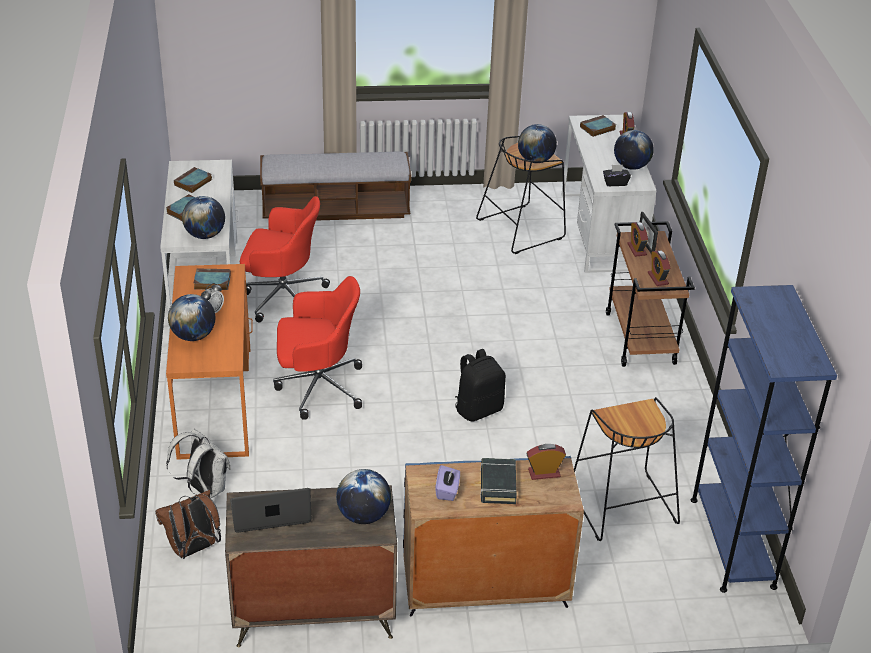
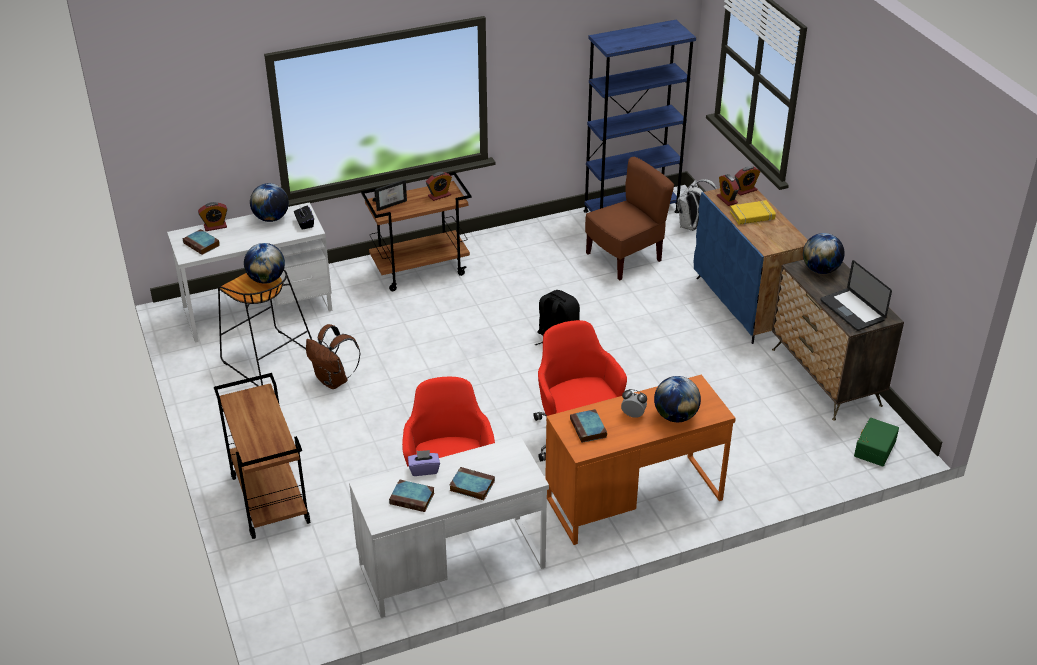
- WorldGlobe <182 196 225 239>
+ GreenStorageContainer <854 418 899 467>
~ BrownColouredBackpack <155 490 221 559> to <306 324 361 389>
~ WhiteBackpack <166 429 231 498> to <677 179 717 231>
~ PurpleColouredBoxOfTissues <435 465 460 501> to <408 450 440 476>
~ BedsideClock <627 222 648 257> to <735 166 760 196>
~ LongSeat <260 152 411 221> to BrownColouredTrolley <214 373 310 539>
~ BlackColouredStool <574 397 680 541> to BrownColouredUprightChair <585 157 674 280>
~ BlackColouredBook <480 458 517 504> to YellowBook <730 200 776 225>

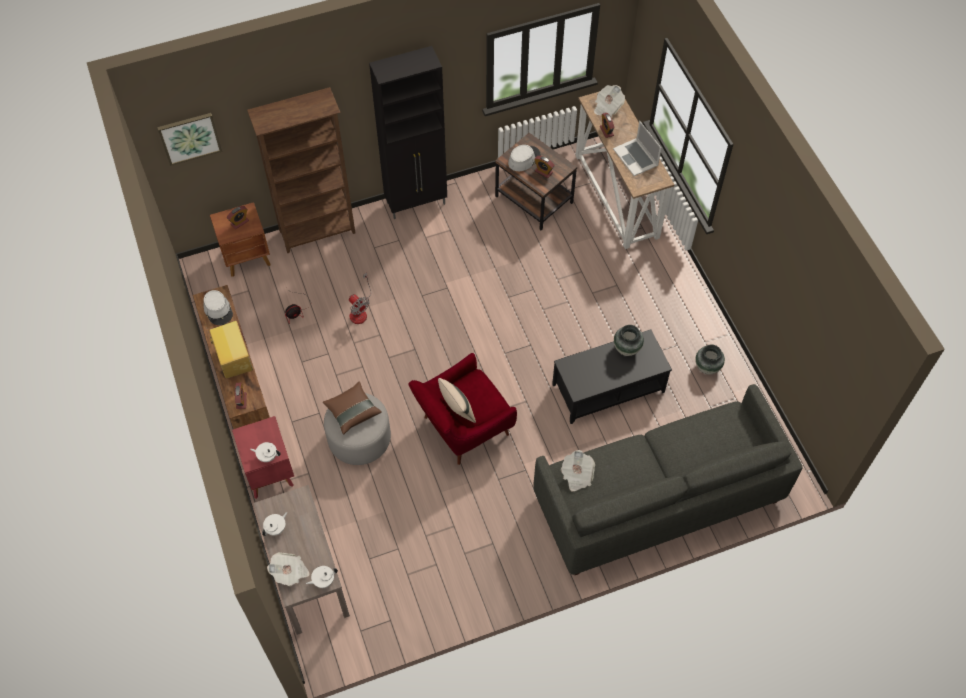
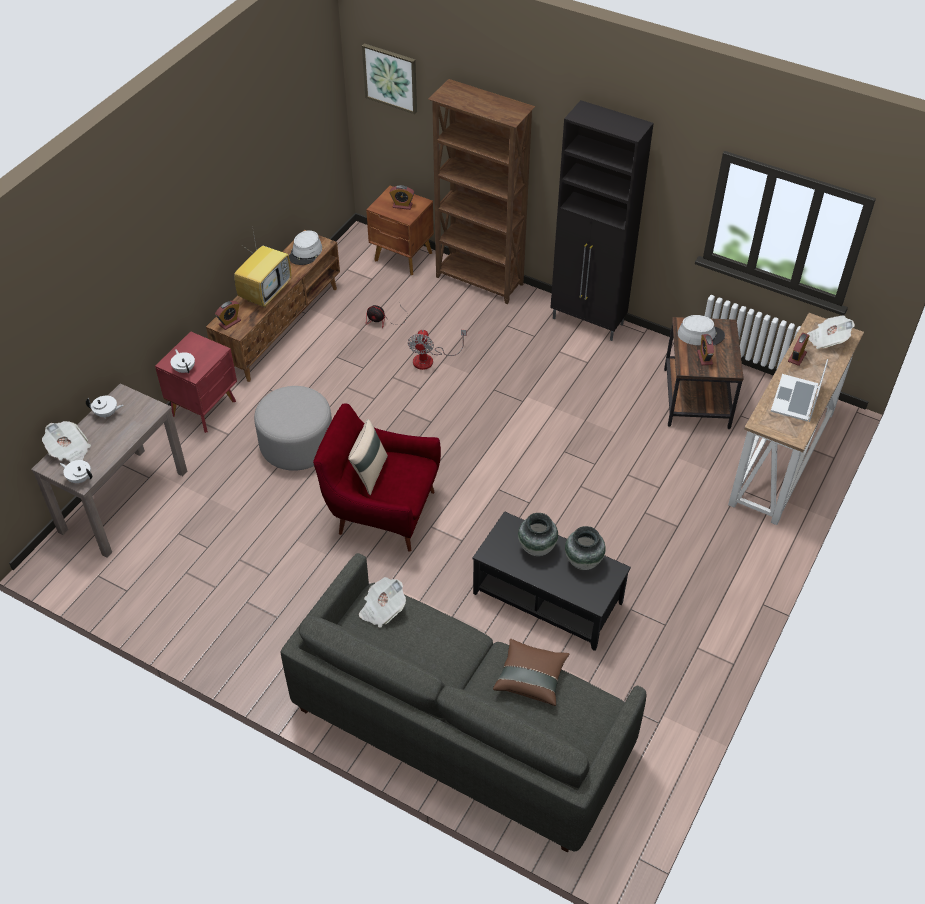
~ BrownColouredCushion <323 381 382 434> to <493 639 569 706>
~ Vase <695 344 725 375> to <518 513 558 556>

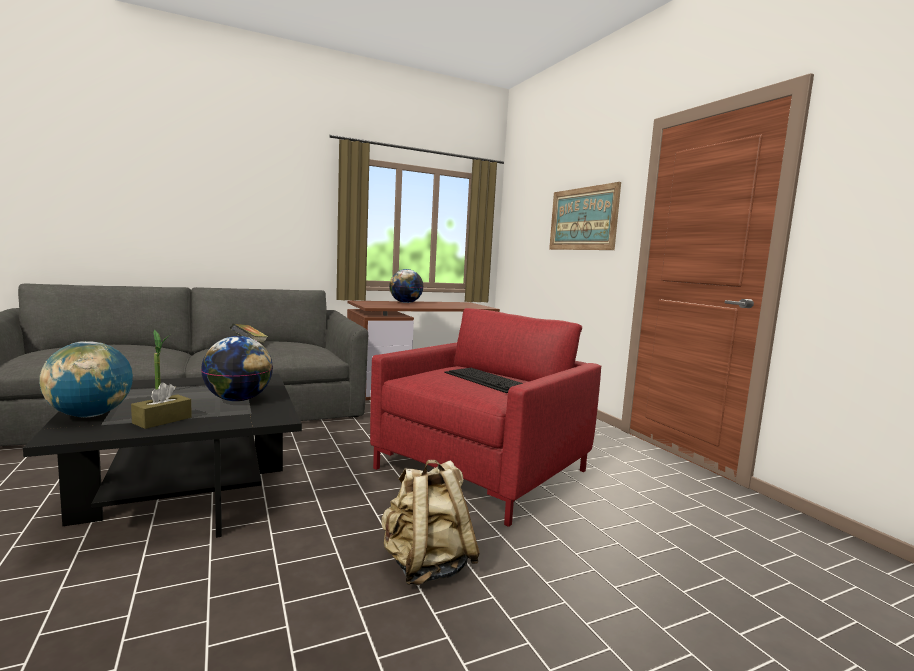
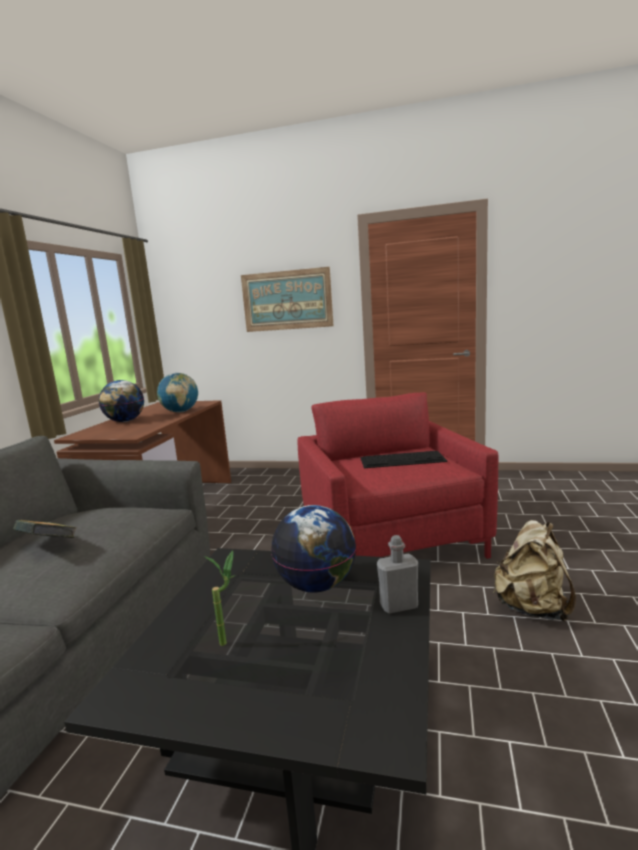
- BrownColouredBoxOfTissues <131 382 192 429>
+ GreyishBeverageBottle <377 535 418 614>
~ WorldGlobe <39 341 133 417> to <157 373 198 413>

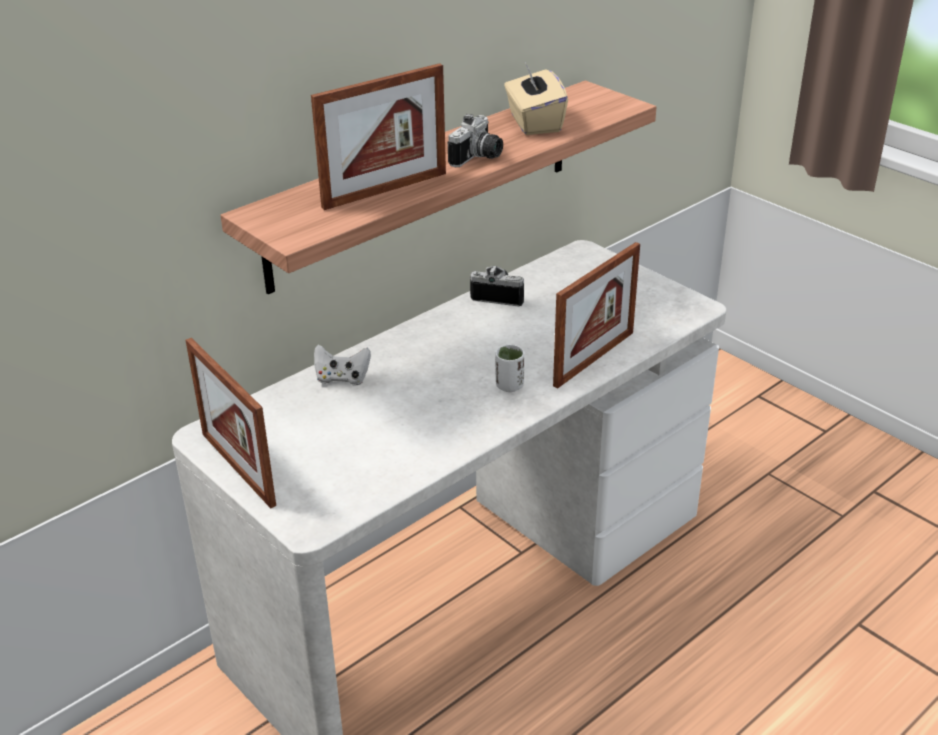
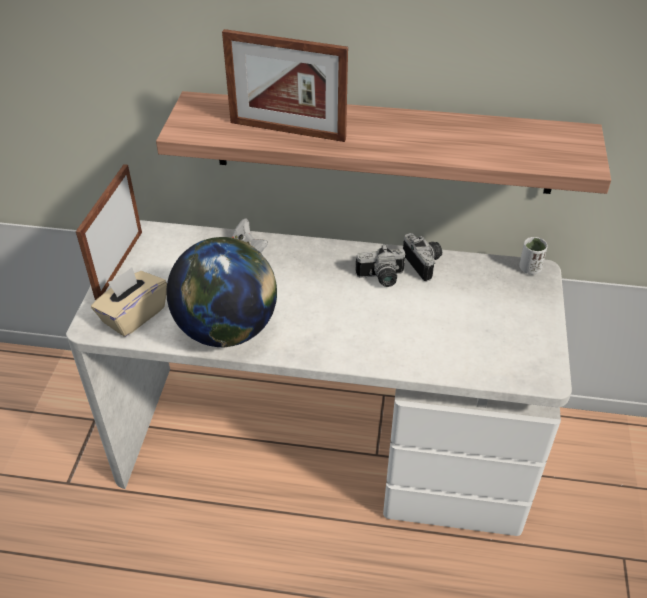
- StandingFrame <553 242 640 388>
+ WorldGlobe <166 237 277 347>
~ StillCamera <448 114 503 167> to <355 244 405 287>
~ WhiteDrinkingCup <495 345 524 392> to <519 237 548 274>
~ BeigeColouredBoxOfTissues <504 62 568 135> to <91 267 167 337>

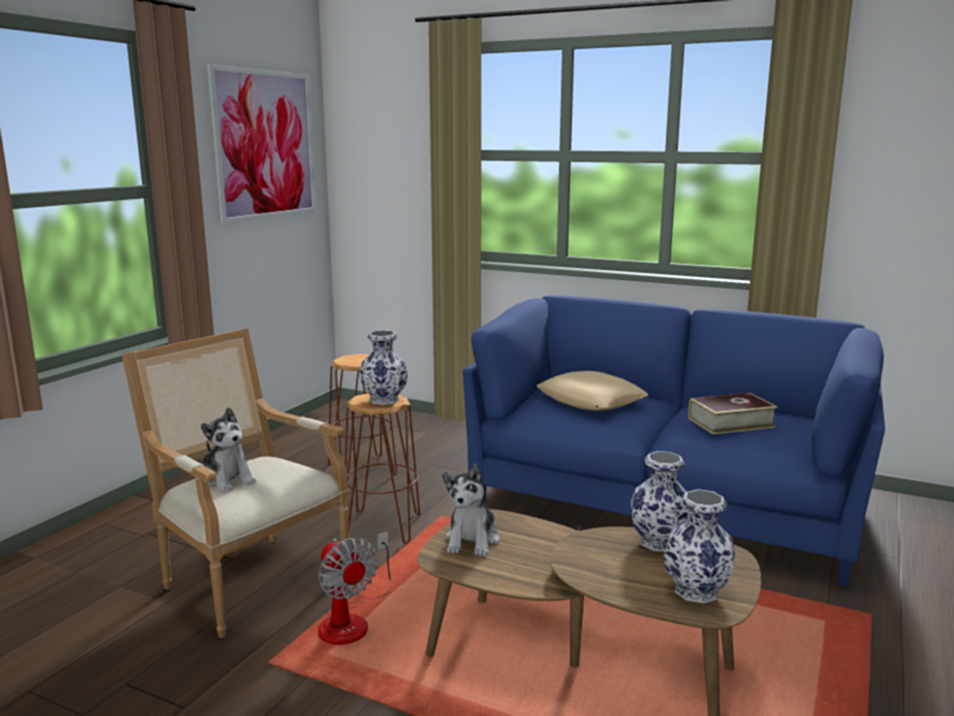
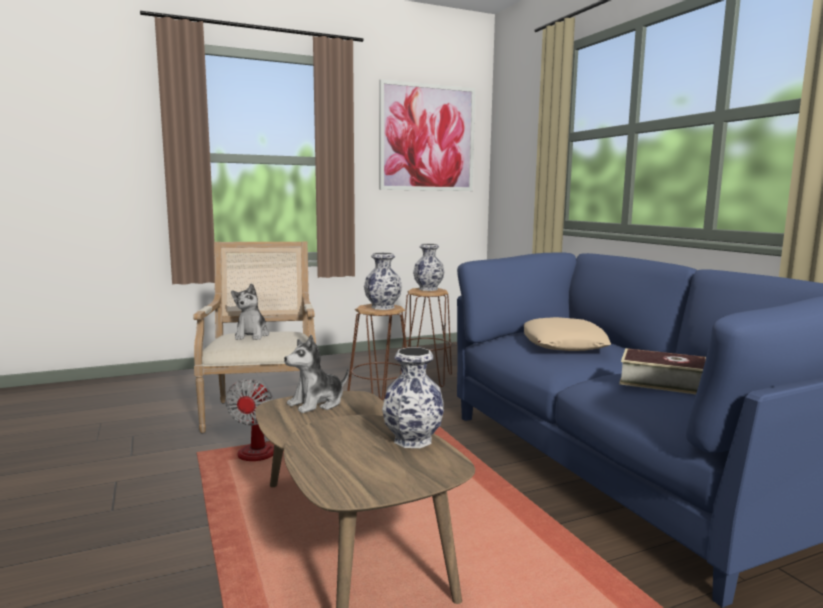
~ Vase <664 489 735 604> to <413 244 445 291>

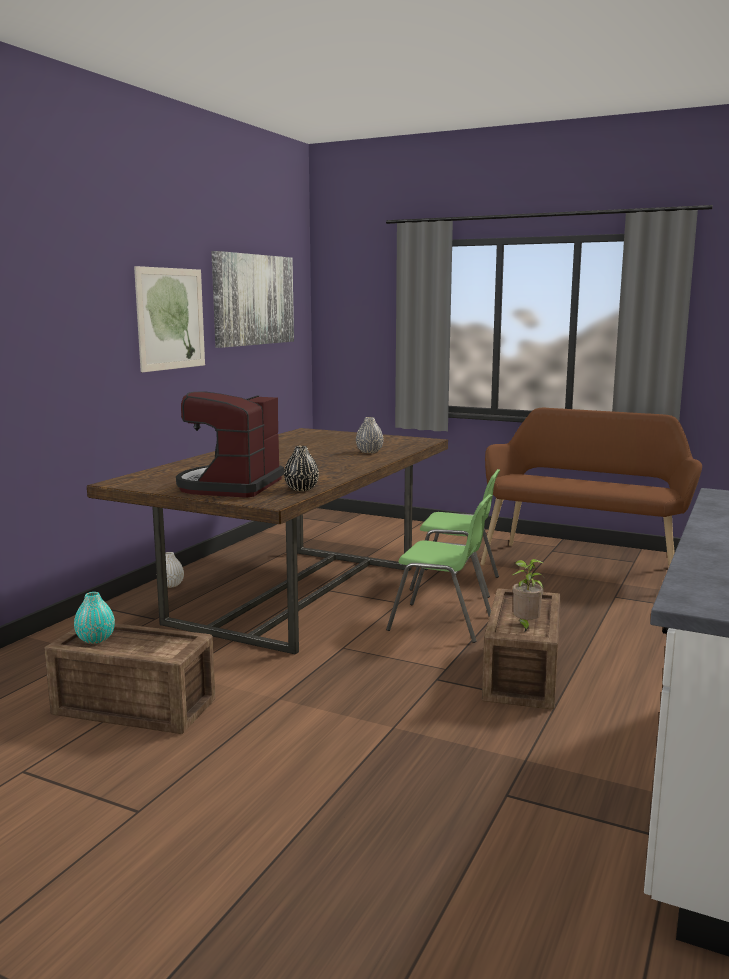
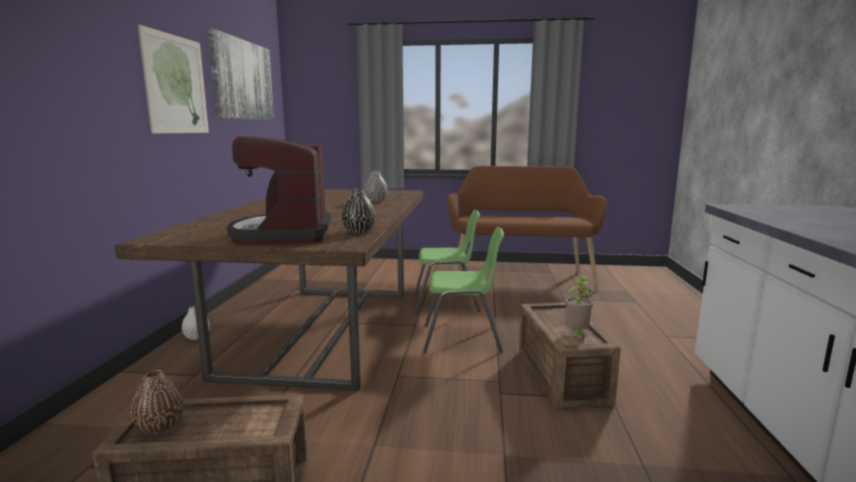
~ TurquoiseVase <74 592 115 644> to BrownColouredVase <130 369 185 434>

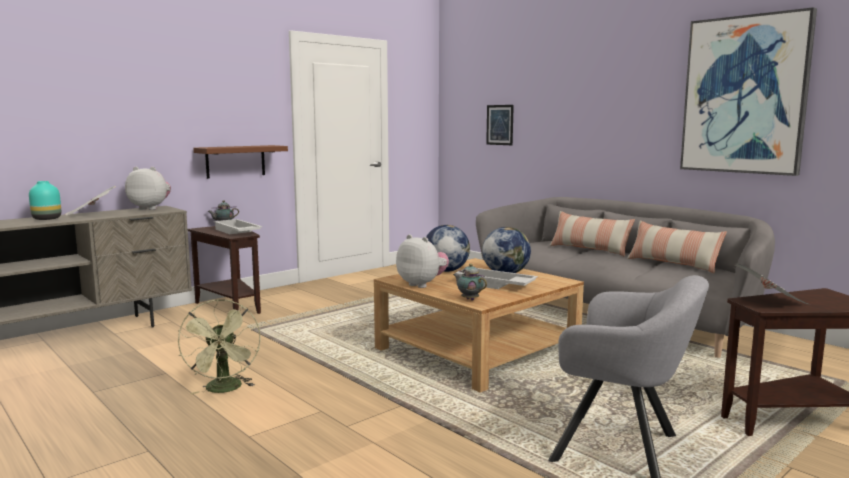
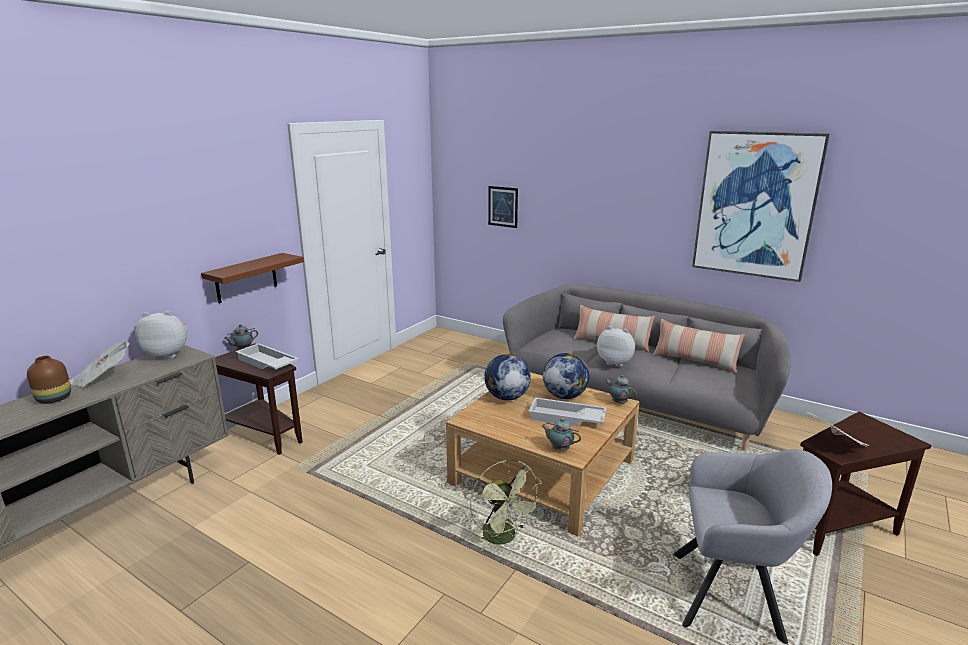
+ TeaPot <605 375 636 404>
~ GreenElectricFan <178 299 261 395> to <470 460 543 551>
~ CuddlyToy <396 234 449 288> to <597 326 635 367>
~ TurquoiseVase <29 181 61 220> to BrownColouredVase <27 356 71 404>

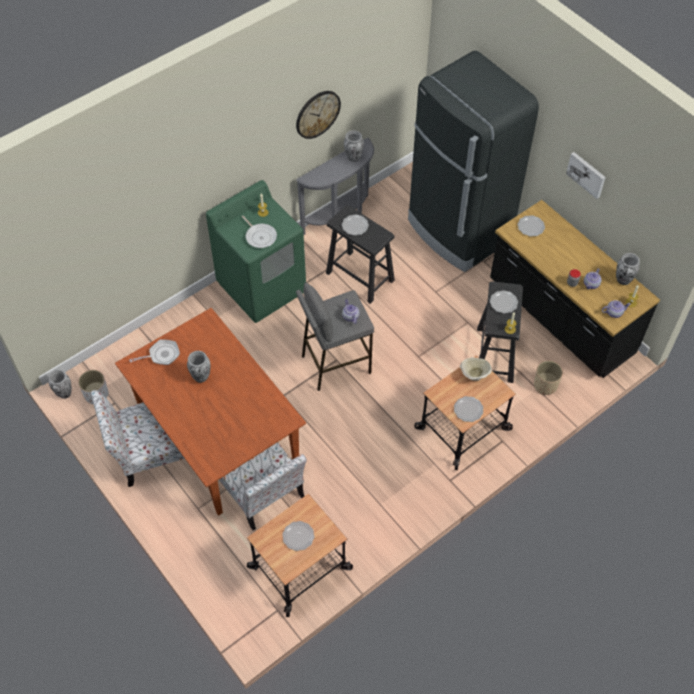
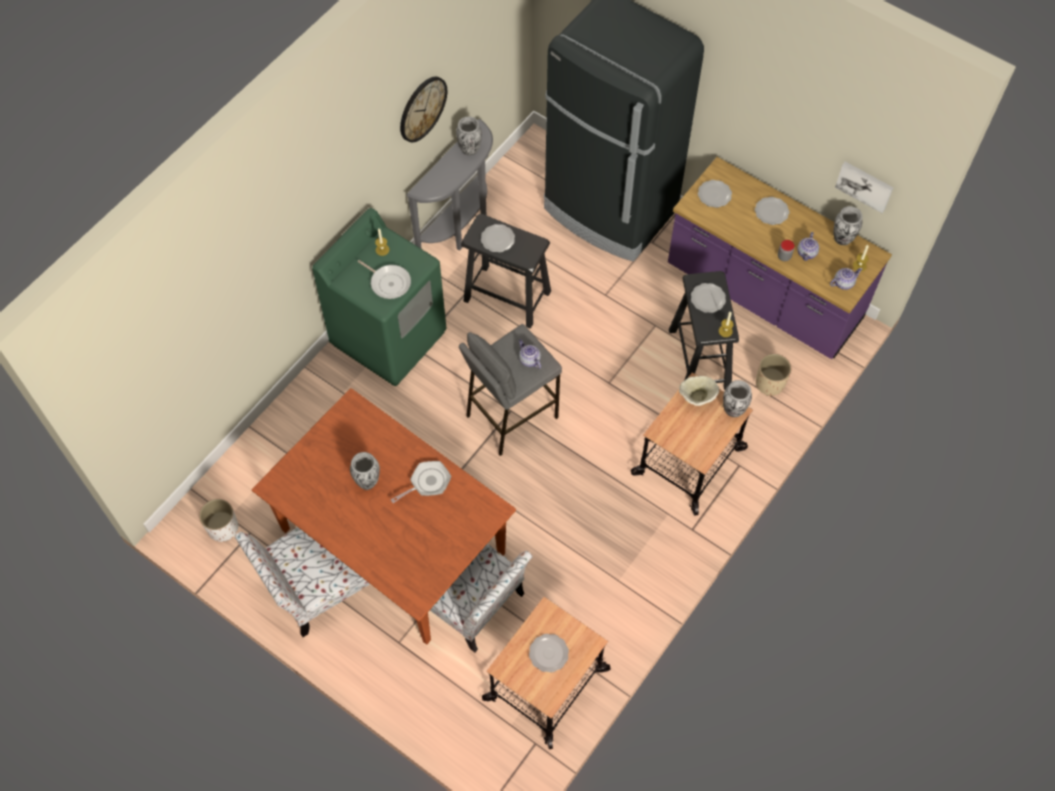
~ Vase <48 370 72 399> to <723 380 752 417>
~ Pan <129 339 180 365> to <391 461 451 503>
~ FlatDish <454 396 483 422> to <755 197 789 225>
~ Picture <566 152 606 199> to <835 162 894 213>
~ BlackColouredKitchenCounter <490 200 660 378> to PurpleColouredKitchenCounter <668 157 892 359>

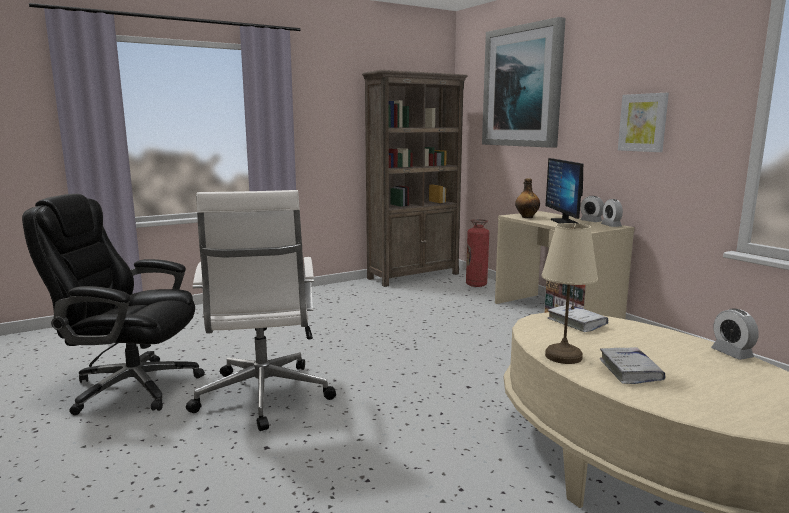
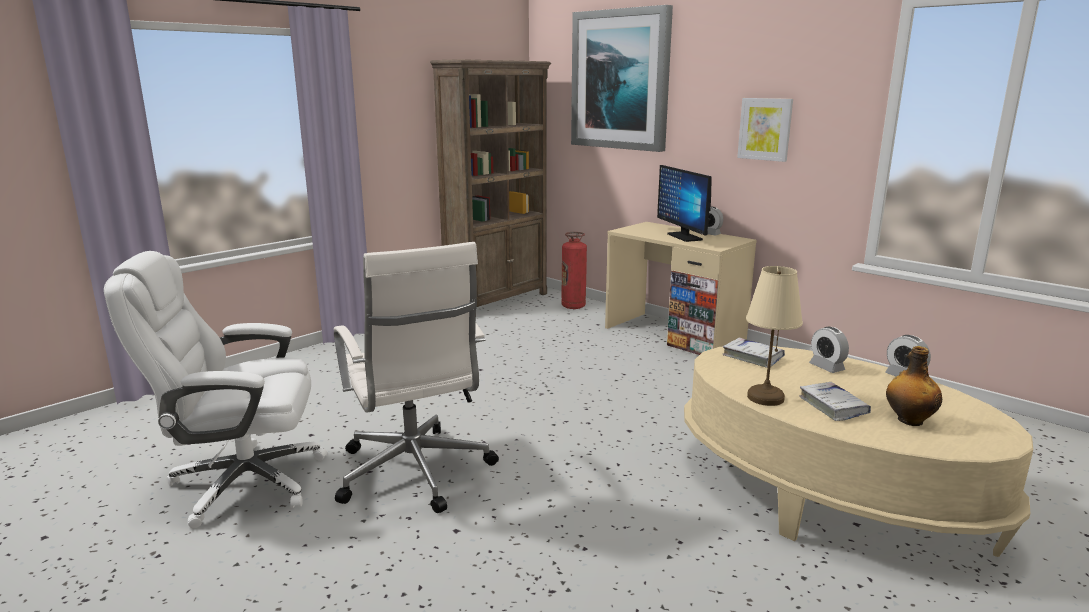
~ BeverageBottle <515 178 540 218> to <886 346 942 426>
~ BedsideClock <601 199 623 227> to <809 326 849 373>
~ BlackColouredDeskChair <22 194 205 415> to WhiteDeskChair <104 251 327 528>

